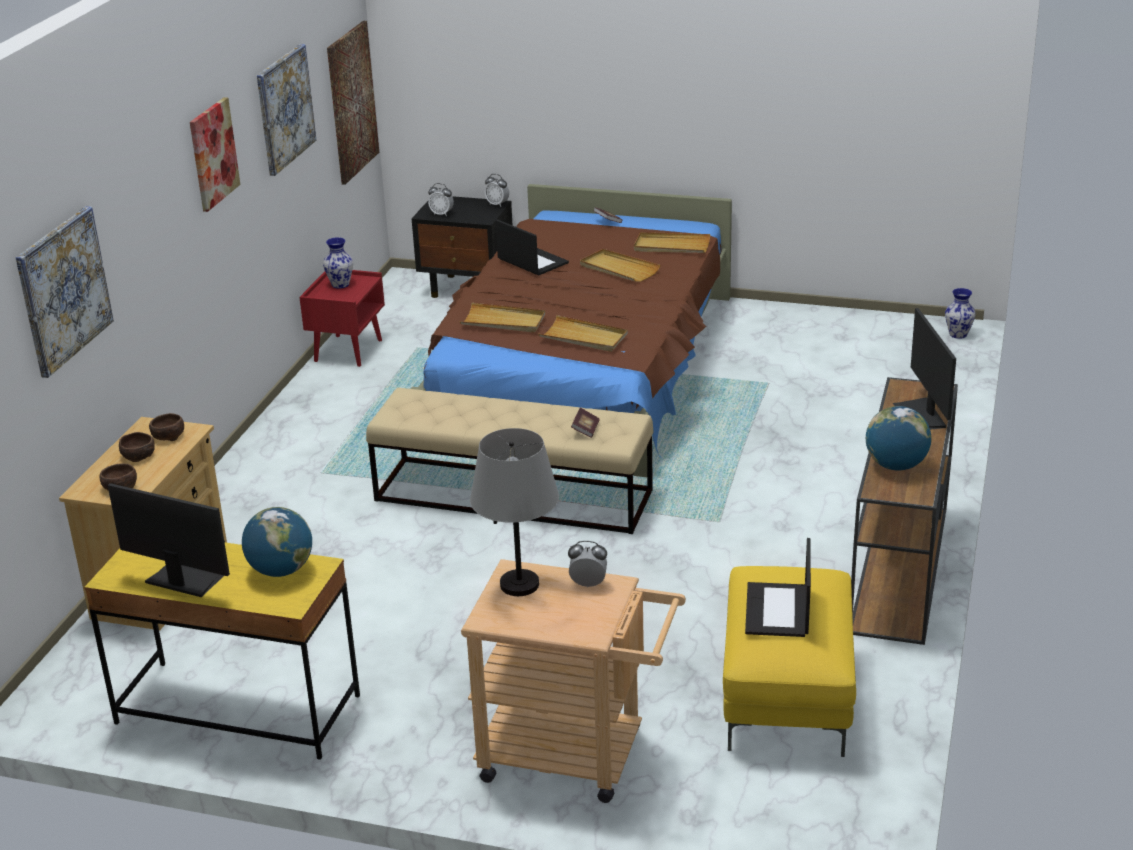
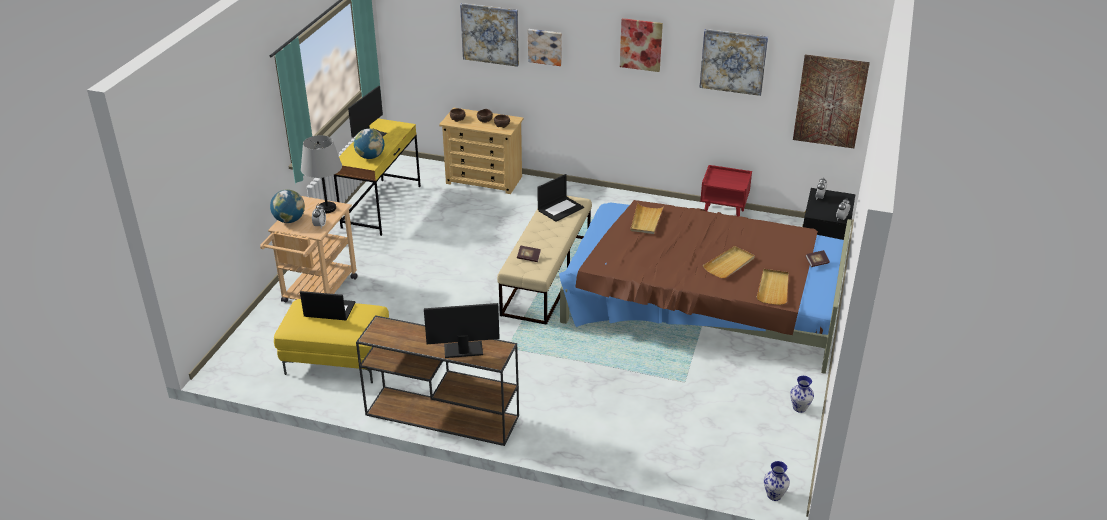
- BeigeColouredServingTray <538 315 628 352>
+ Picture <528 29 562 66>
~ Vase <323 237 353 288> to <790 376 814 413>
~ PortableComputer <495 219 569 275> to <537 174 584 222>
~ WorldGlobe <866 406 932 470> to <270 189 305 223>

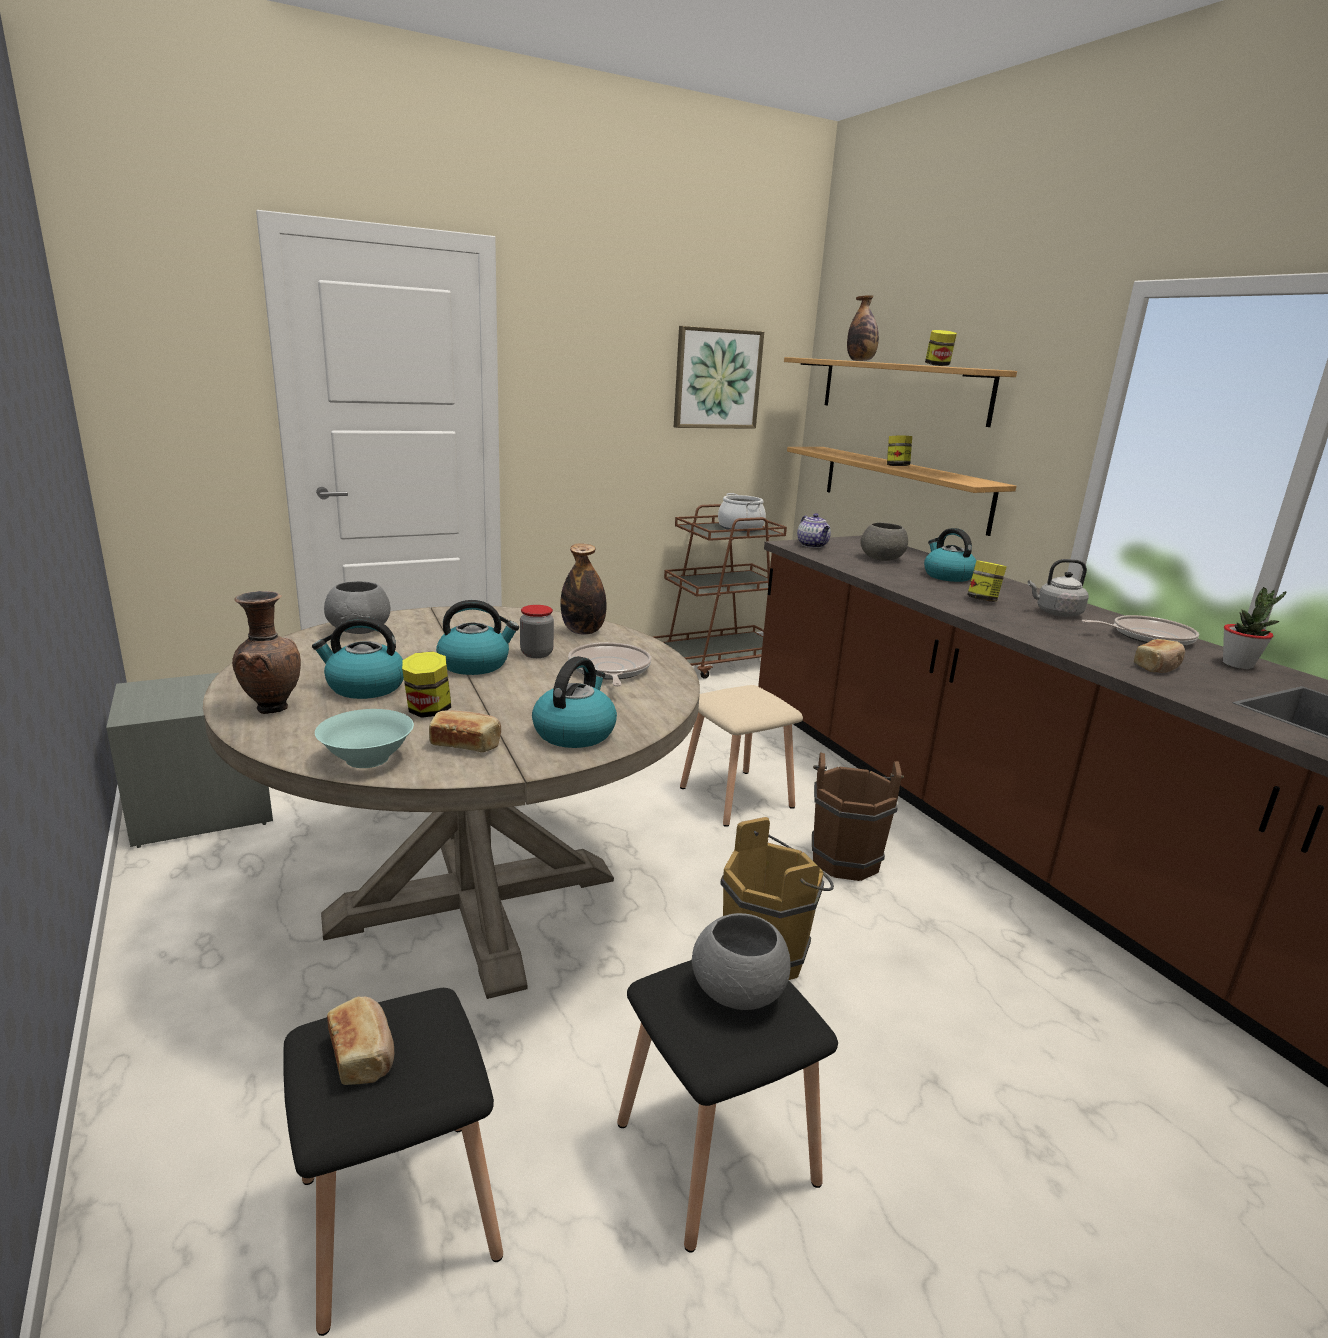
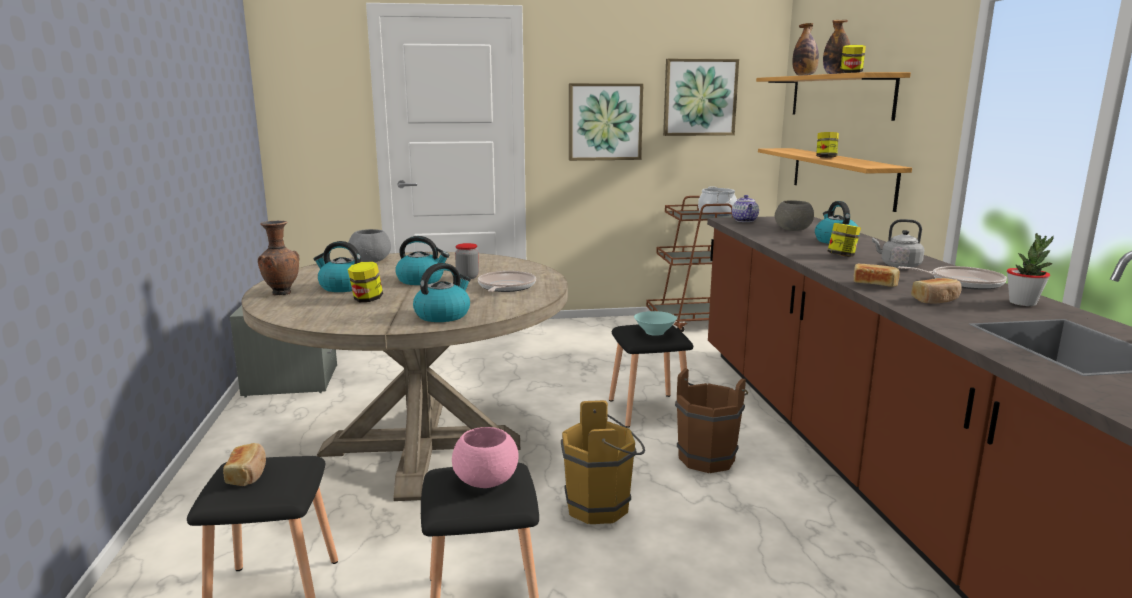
+ Picture <569 83 643 161>
~ TurquoiseBowl <315 709 414 768> to <634 311 677 336>
~ Bread <429 710 501 752> to <853 264 900 287>
~ BeverageBottle <560 543 607 634> to <823 20 850 74>
~ BeigeColouredStool <680 685 803 827> to BlackColouredStool <609 324 693 428>
~ GreyishBowl <692 913 790 1010> to PinkishBowl <452 427 518 488>

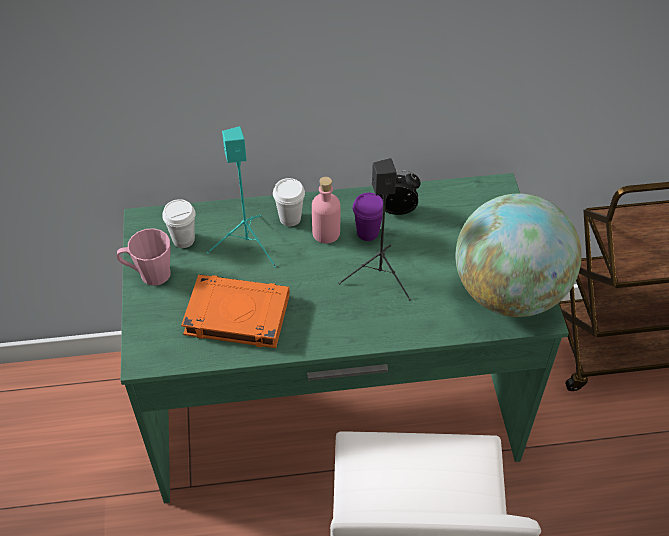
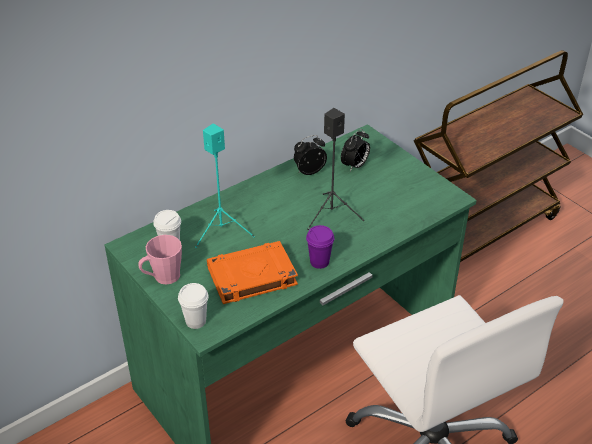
- PinkishBeverageBottle <312 177 340 244>
- WorldGlobe <456 193 582 317>
+ BedsideClock <341 129 370 171>
~ WhiteDrinkingCup <273 178 305 226> to <178 283 209 329>
~ PurpleColouredDrinkingCup <353 193 383 241> to <306 225 334 269>

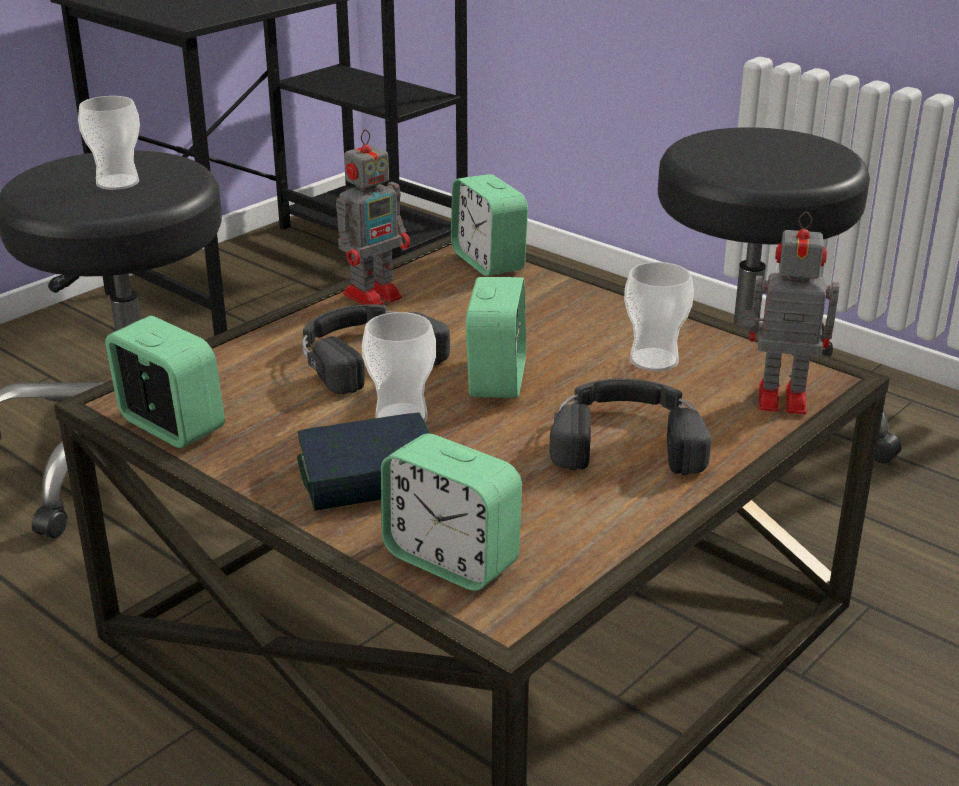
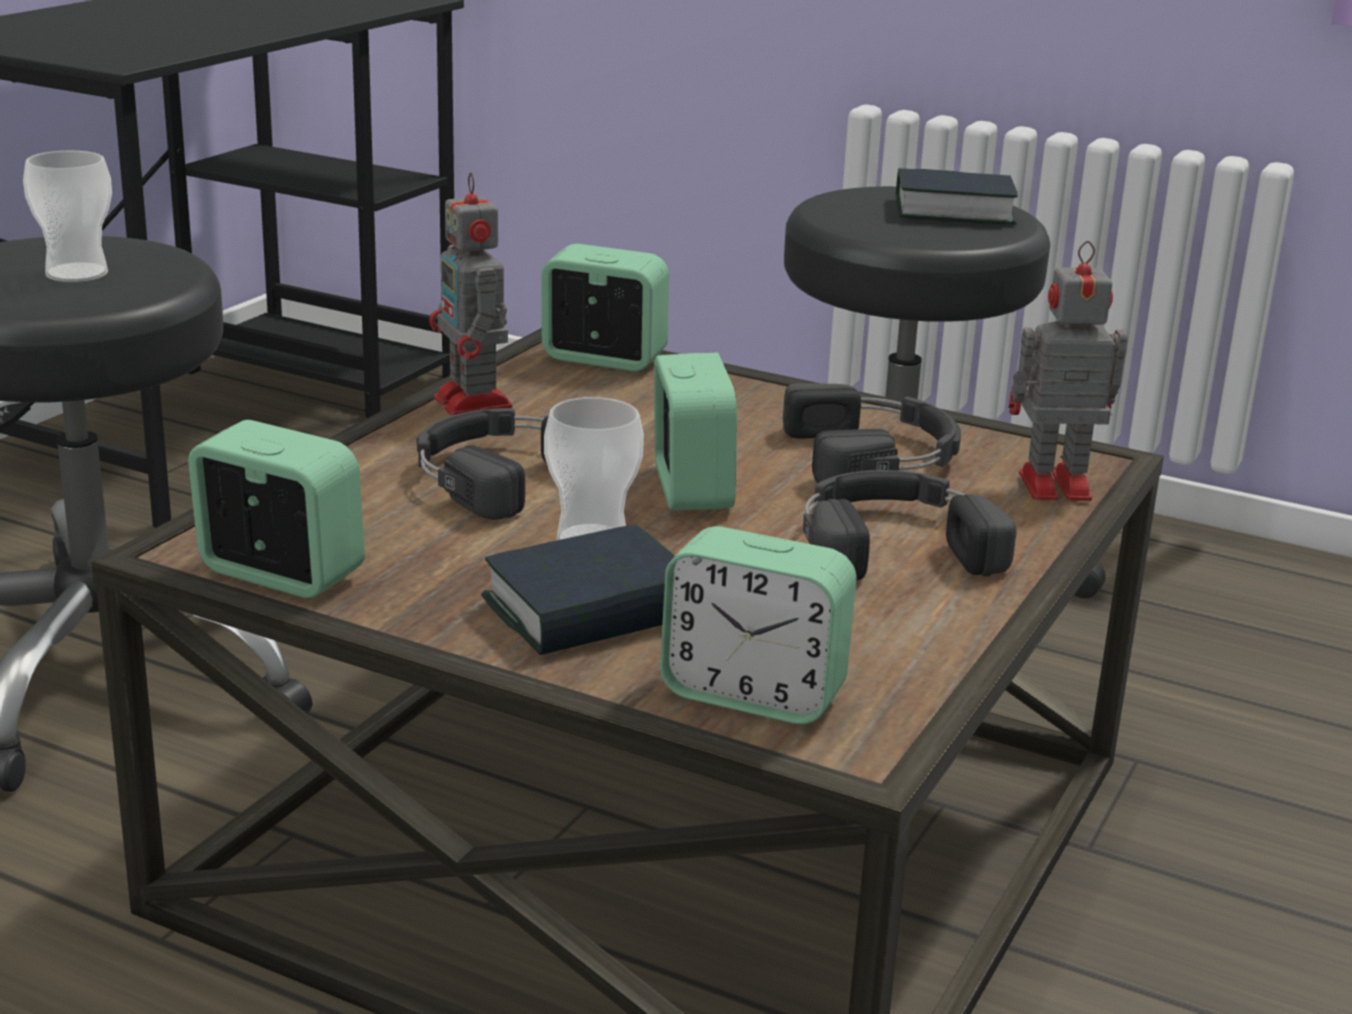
+ Book <896 168 1018 225>
~ DrinkingCup <624 262 694 372> to BlackColouredPairOfHeadphones <783 383 961 483>
~ ModelRobot <336 129 410 305> = <429 172 512 416> 120 degrees clockwise
~ BedsideClock <451 174 528 276> = <541 244 669 371> 150 degrees clockwise

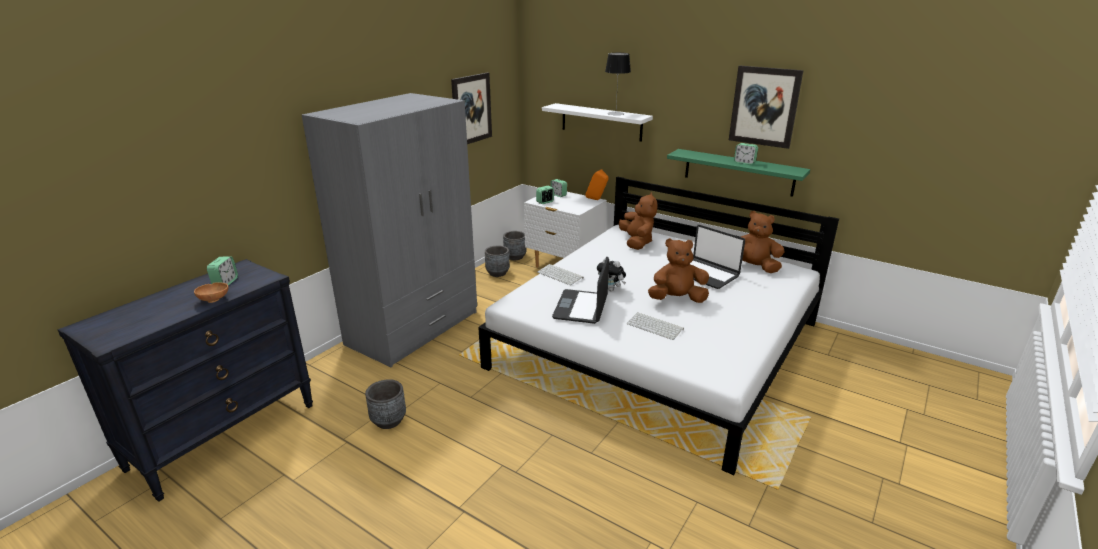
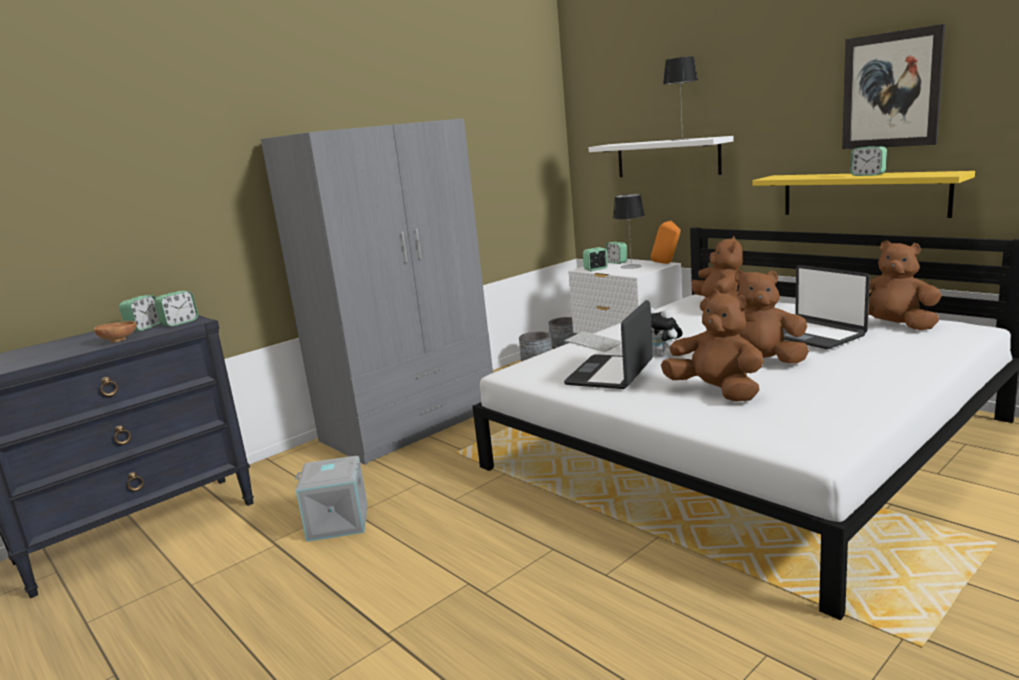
- Picture <451 73 492 144>
+ BedsideClock <155 291 198 327>
+ TabletopLamp <613 194 645 269>
~ GreyishPlanter <365 379 406 429> to GreyishStorageContainer <295 456 368 542>
~ Keyboard <627 313 684 340> to BrownColouredCuddlyToy <661 289 764 402>
~ GreenShelf <667 149 810 197> to YellowShelf <752 171 975 218>

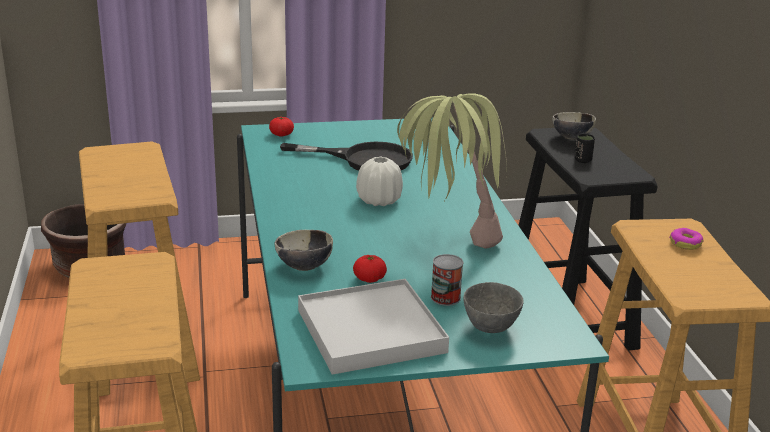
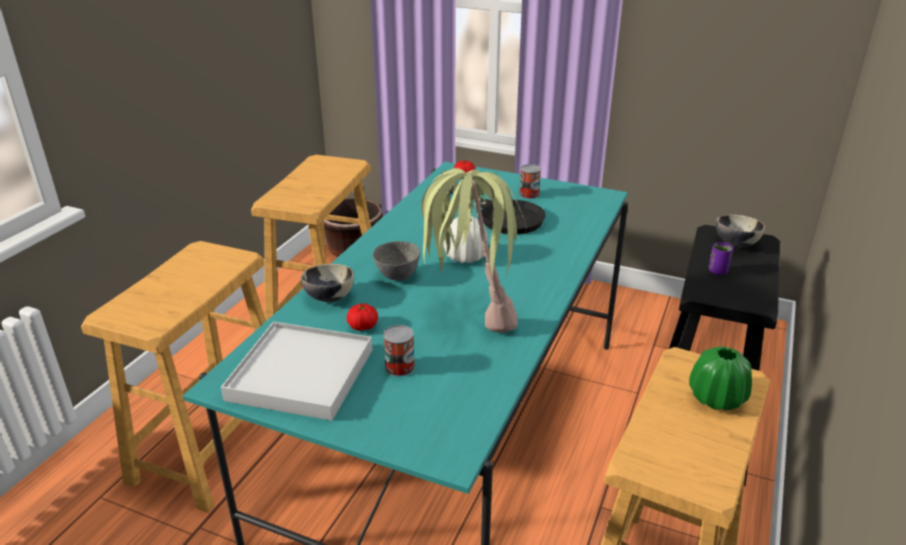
+ SealedCan <519 164 541 199>
~ GreyishBowl <463 282 524 333> to <373 241 420 281>
~ RingDoughnut <670 228 703 250> to GreenVase <689 347 752 411>
~ BlackColouredDrinkingCup <575 134 595 163> to PurpleColouredDrinkingCup <709 242 733 275>

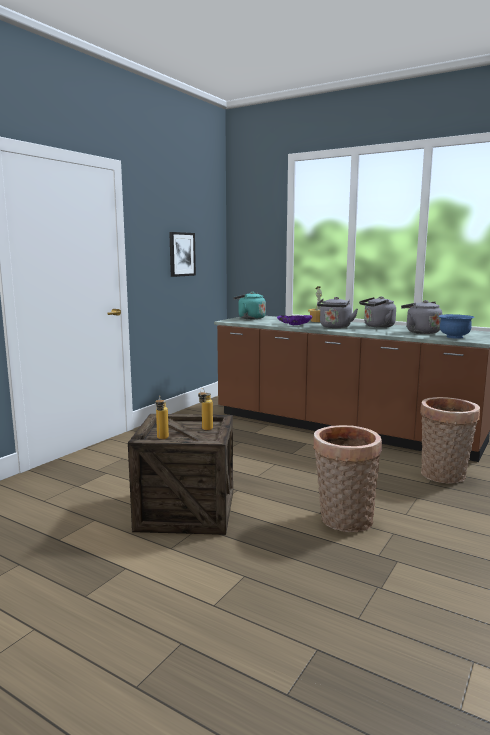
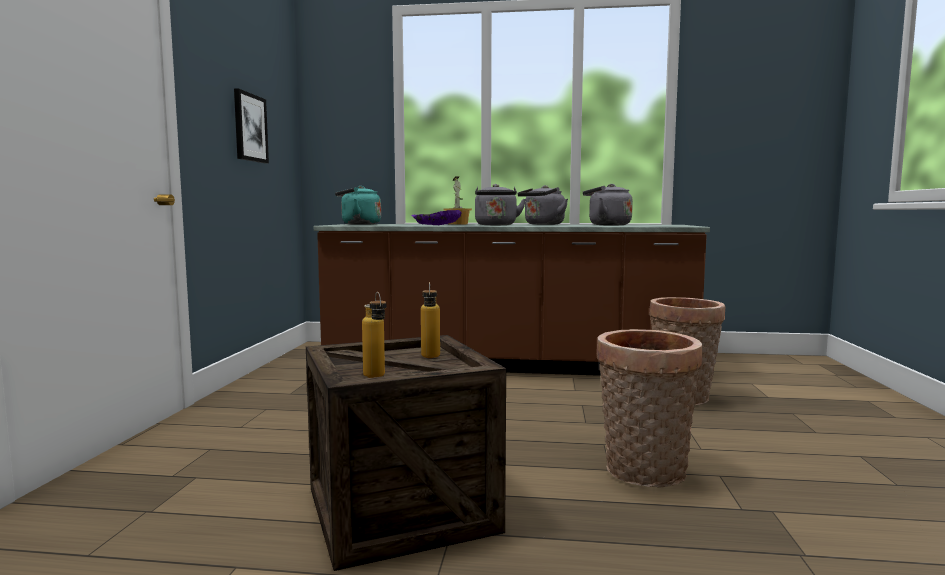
- BlueColouredBowl <439 314 475 339>

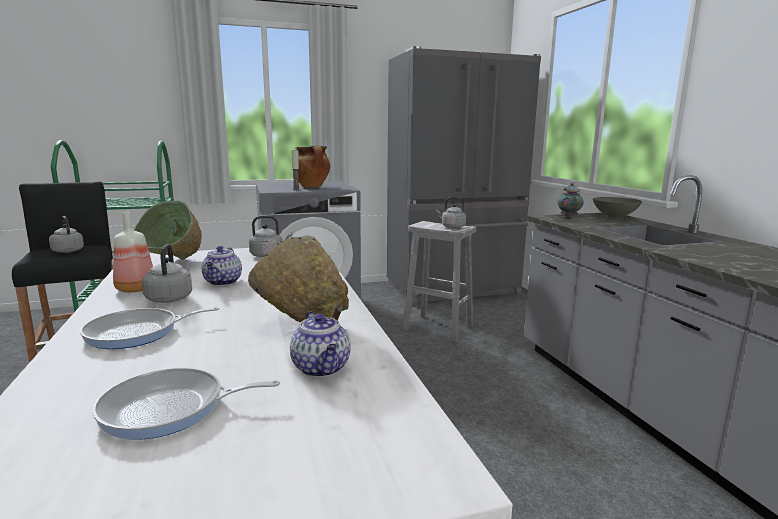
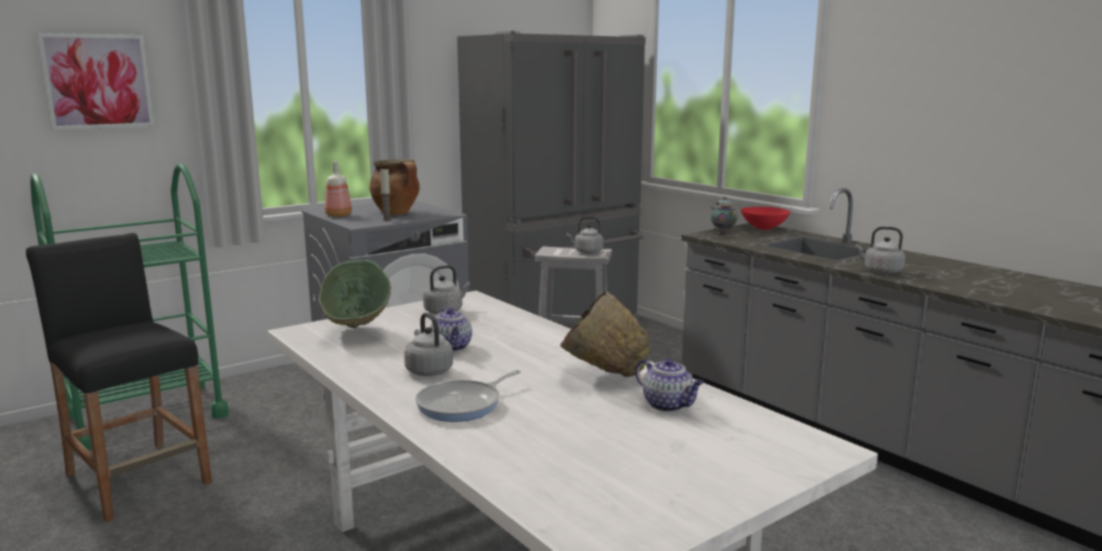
- Pan <92 368 280 440>
+ Picture <37 33 154 131>
~ GreyishTeaKettle <49 216 84 253> to <856 227 905 274>
~ BeverageBottle <113 212 153 292> to <325 161 352 217>
~ GreyishBowl <593 197 642 218> to ReddishBowl <741 207 790 230>

